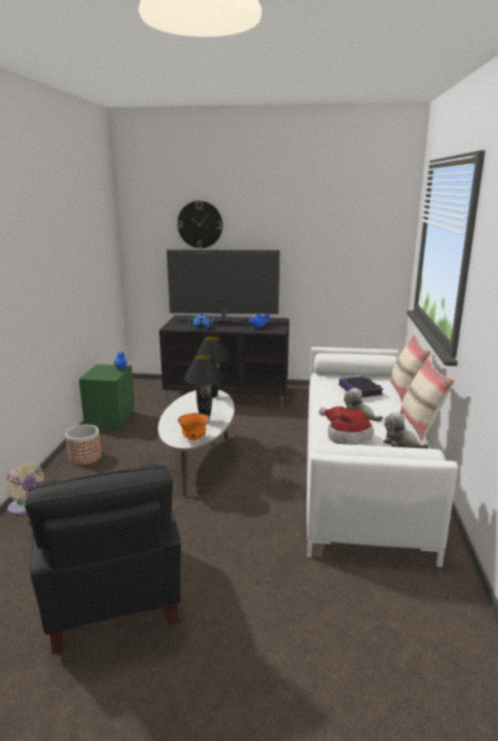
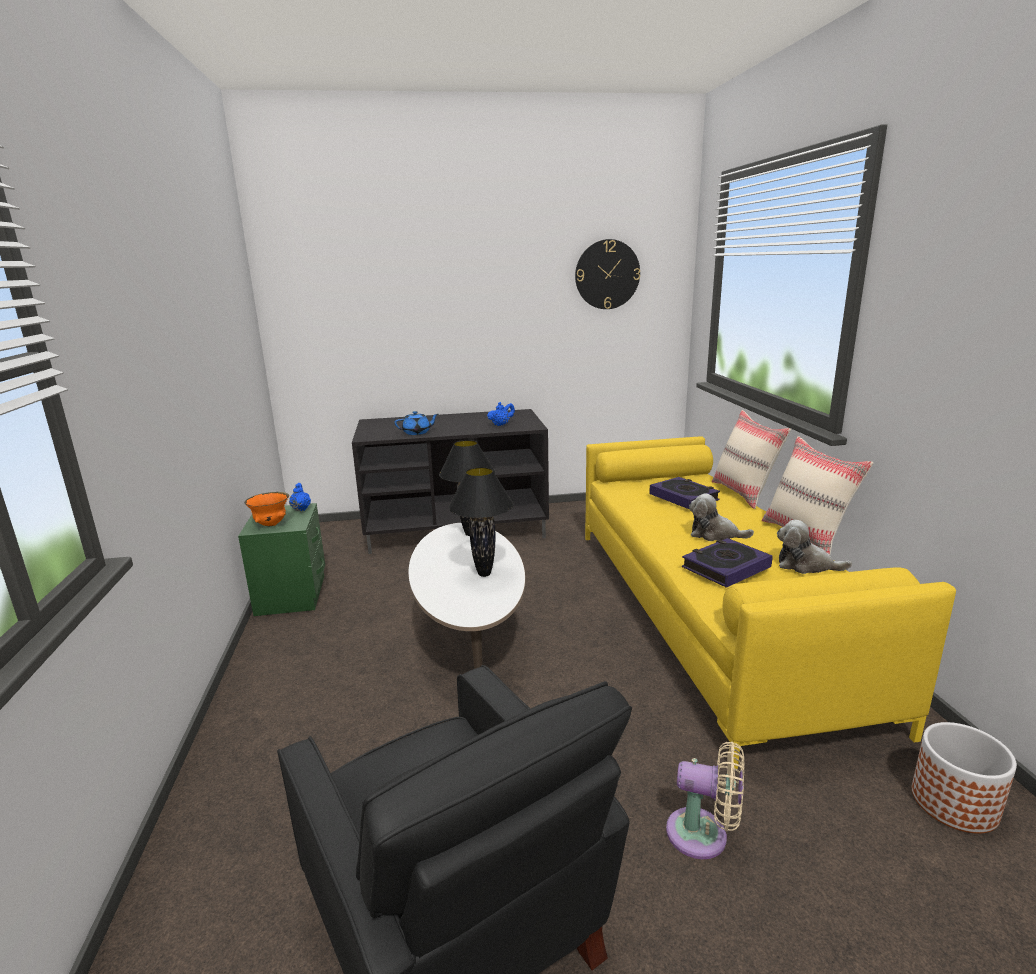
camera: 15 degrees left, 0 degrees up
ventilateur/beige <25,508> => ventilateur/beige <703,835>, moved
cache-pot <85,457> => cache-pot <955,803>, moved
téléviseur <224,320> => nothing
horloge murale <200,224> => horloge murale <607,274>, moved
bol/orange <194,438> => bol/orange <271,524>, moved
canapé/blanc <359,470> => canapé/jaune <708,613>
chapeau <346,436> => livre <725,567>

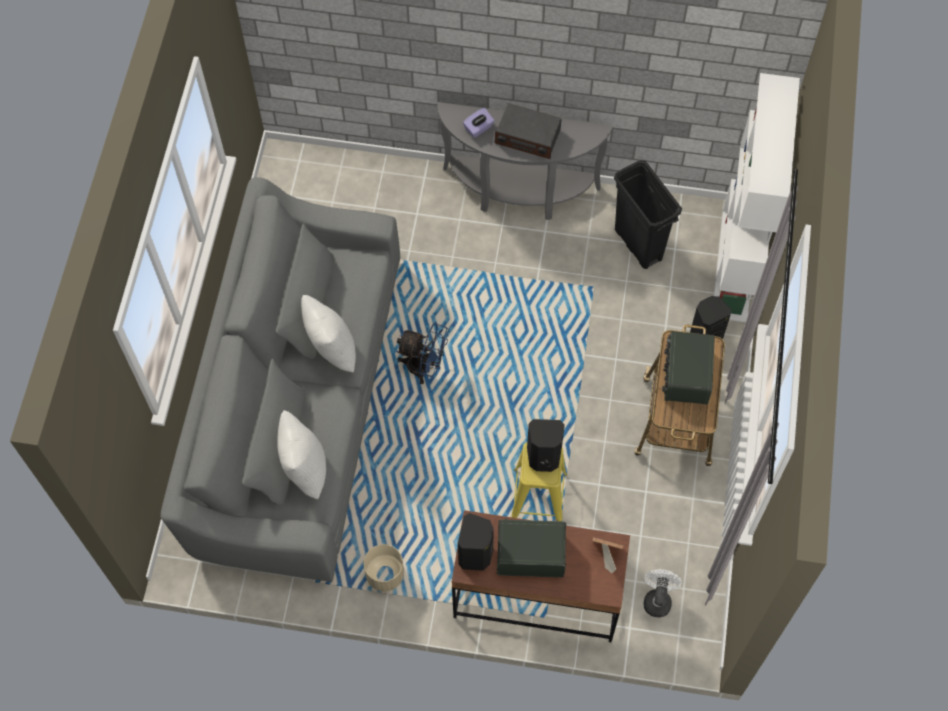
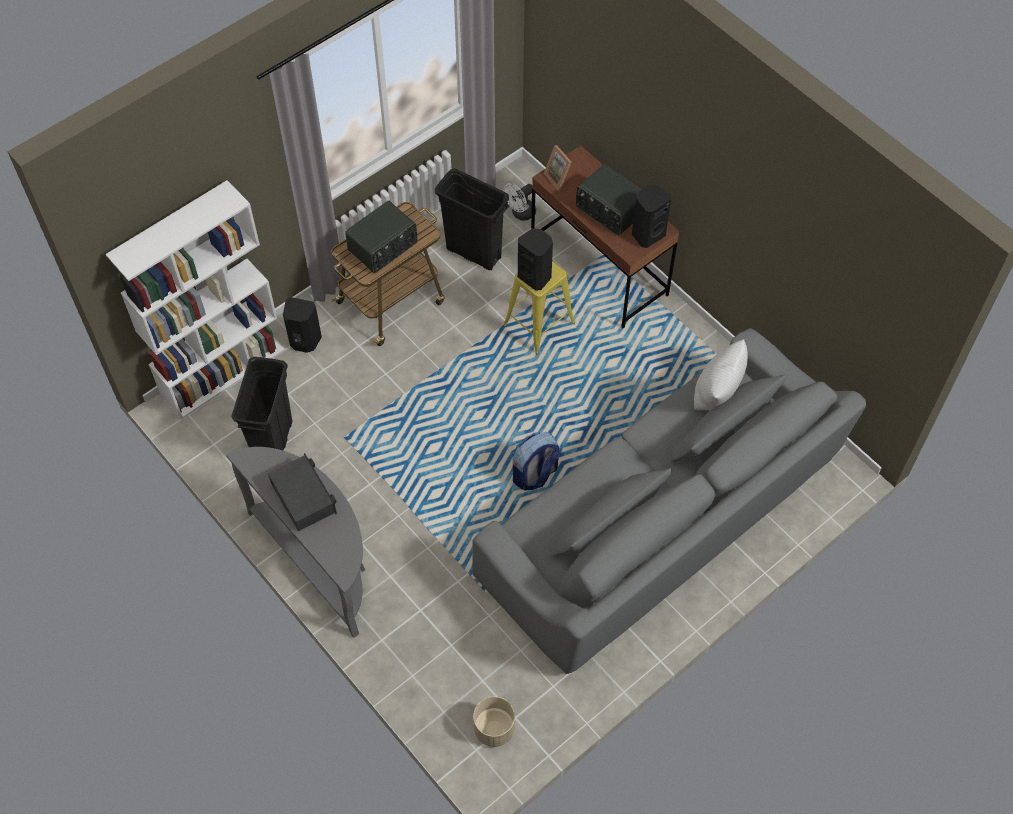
camera: 140 degrees left, 5 degrees down
coussin/blanc <331,350> => nothing
cache-pot/beige <385,574> => cache-pot/beige <494,729>, moved
ventilateur/bleu <424,367> => sac à dos <534,474>
boîte à mouchoirs/violet <478,128> => nothing
nothing => poubelle/noir <474,253>

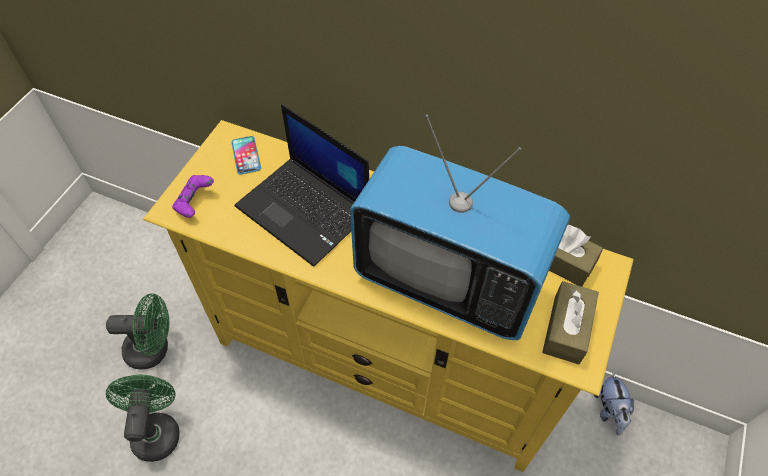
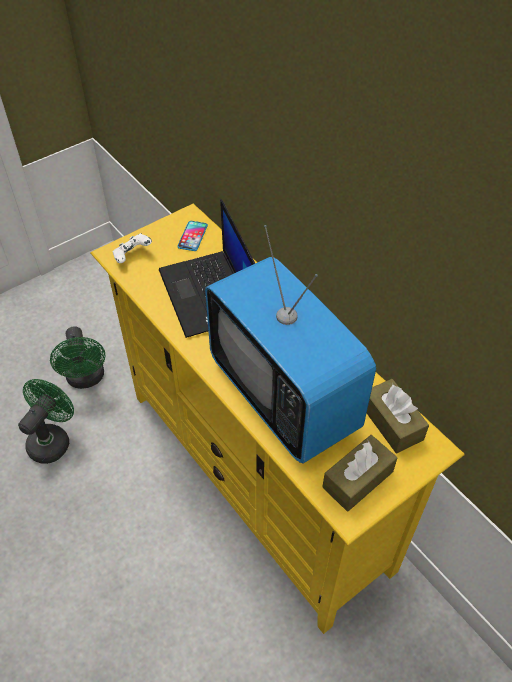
camera: 30 degrees right, 5 degrees down
ventilateur/vert <154,349> => ventilateur/vert <86,379>, 45 degrees clockwise
manette/violet <195,203> => manette/blanc <132,256>
peluche <609,410> => nothing

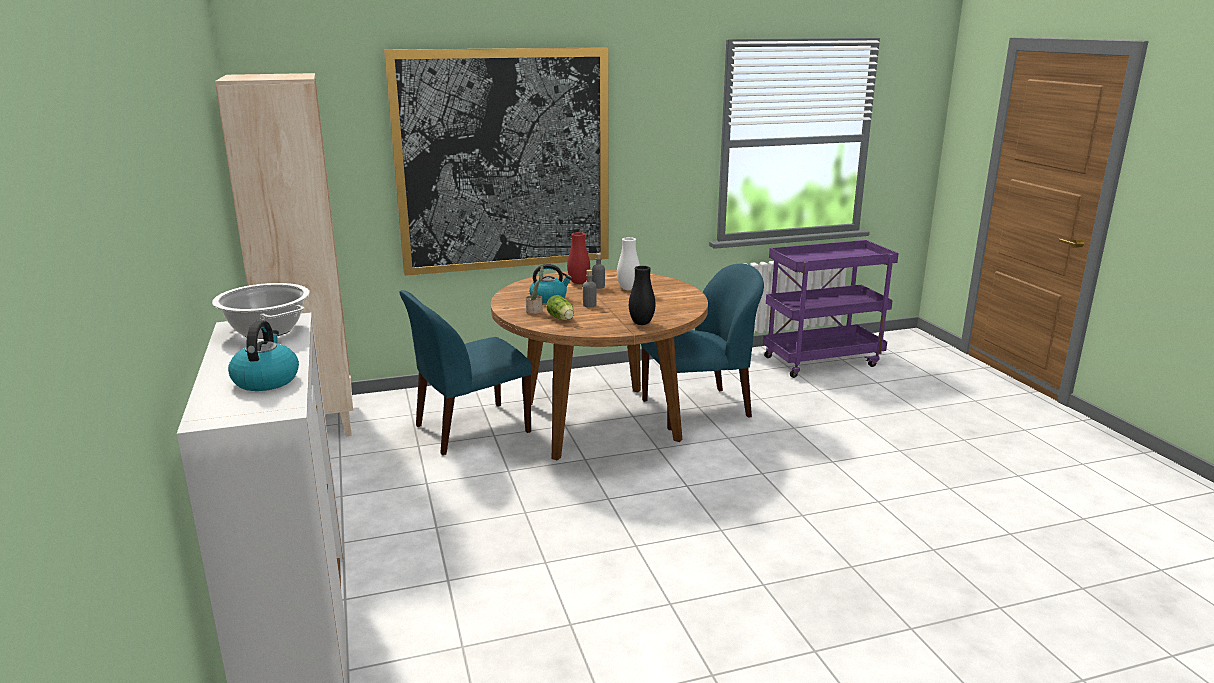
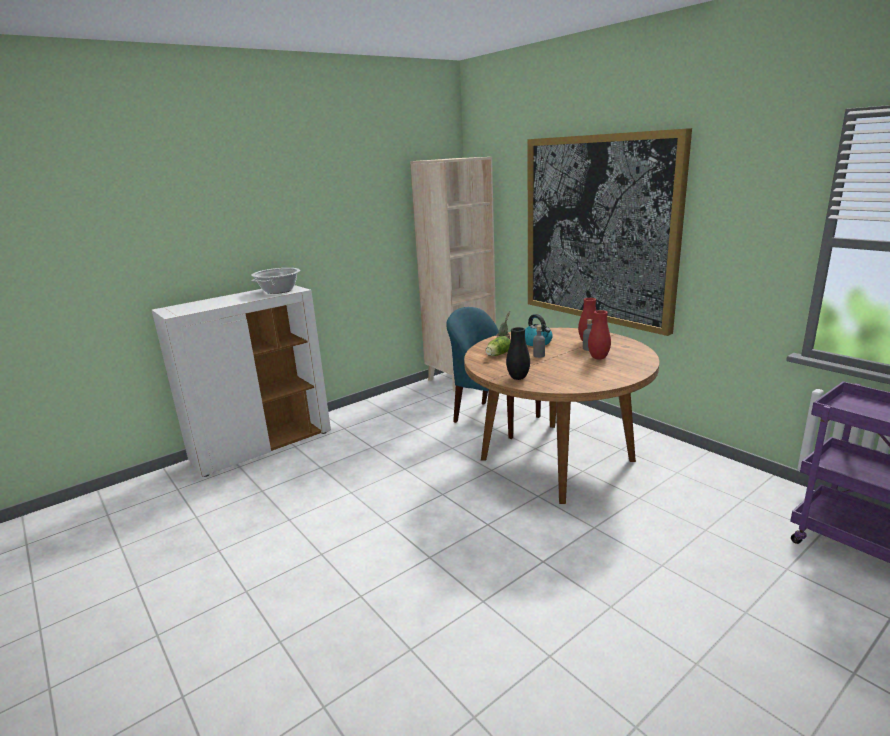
camera: 70 degrees right, 0 degrees up
bouilloire <266,380> => nothing
vase/blanc <628,289> => vase/rouge <598,358>
chaise/bleu <698,408> => nothing

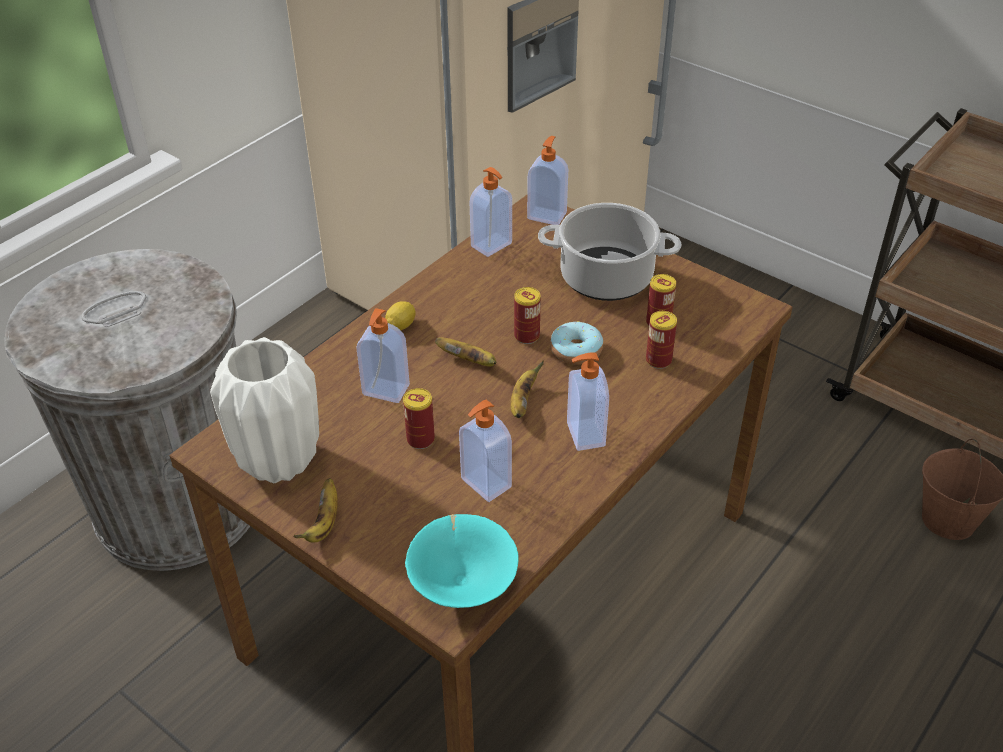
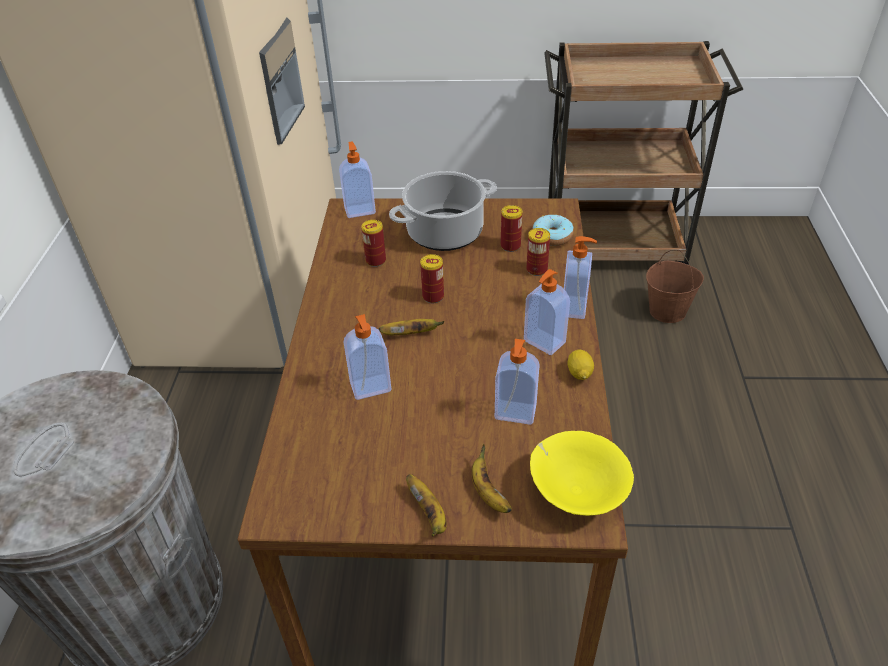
camera: 35 degrees left, 0 degrees up
vase/blanc <278,462> => nothing
citron <401,325> => citron <579,373>, moved
boîte métallique <420,439> => boîte métallique <375,260>, moved
bol/turquoise <463,582> => bol/jaune <575,491>
distributeur de savon <492,245> => distributeur de savon <575,307>, moved
banane <522,402> => banane <488,493>, moved
beignet <576,351> => beignet <552,237>, moved

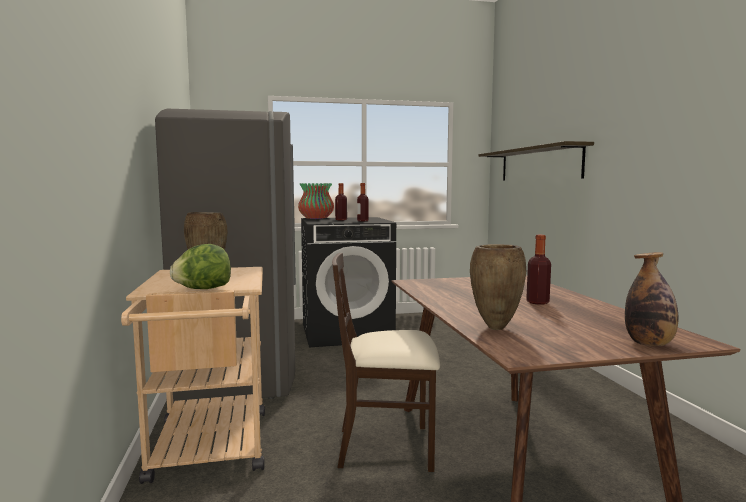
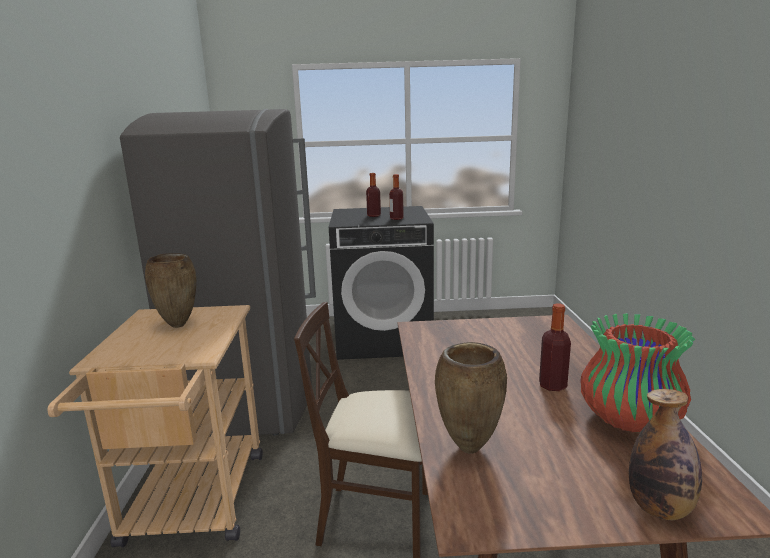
camera: 10 degrees right, 10 degrees up
laitue <203,289> => nothing
vase <316,218> => vase <629,419>, moved
étagère <538,164> => nothing

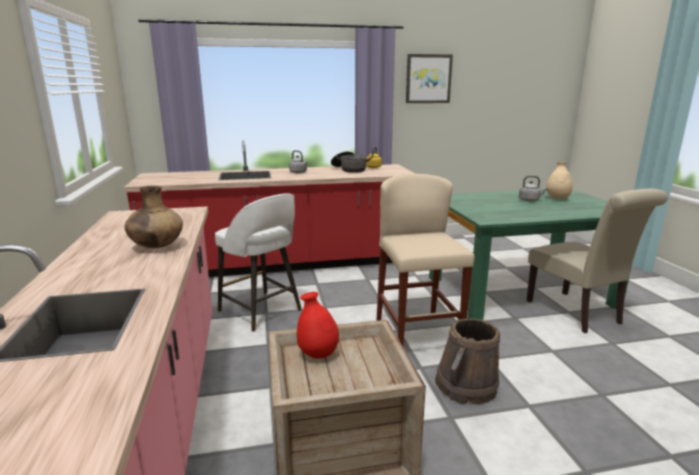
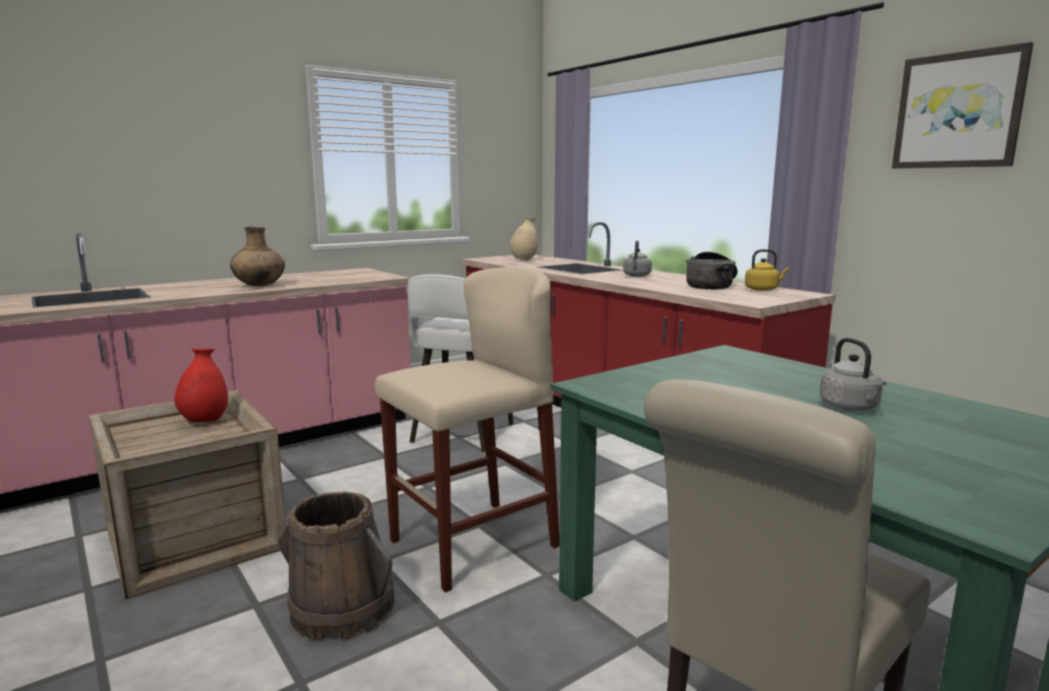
camera: 65 degrees right, 5 degrees down
vase/beige <557,199> => vase/beige <524,260>, moved

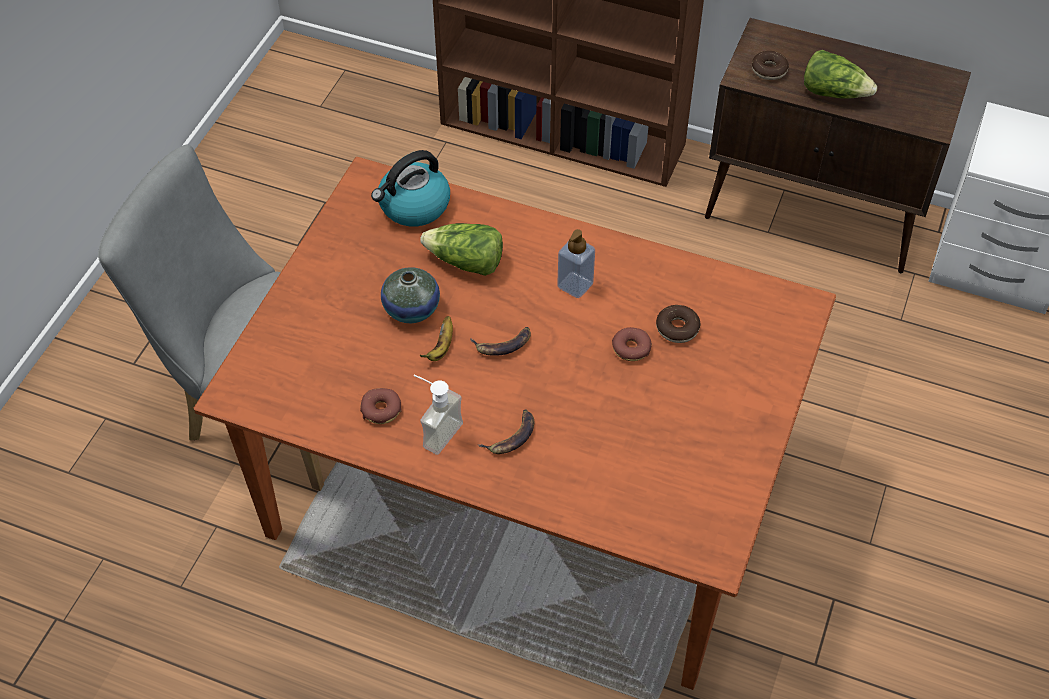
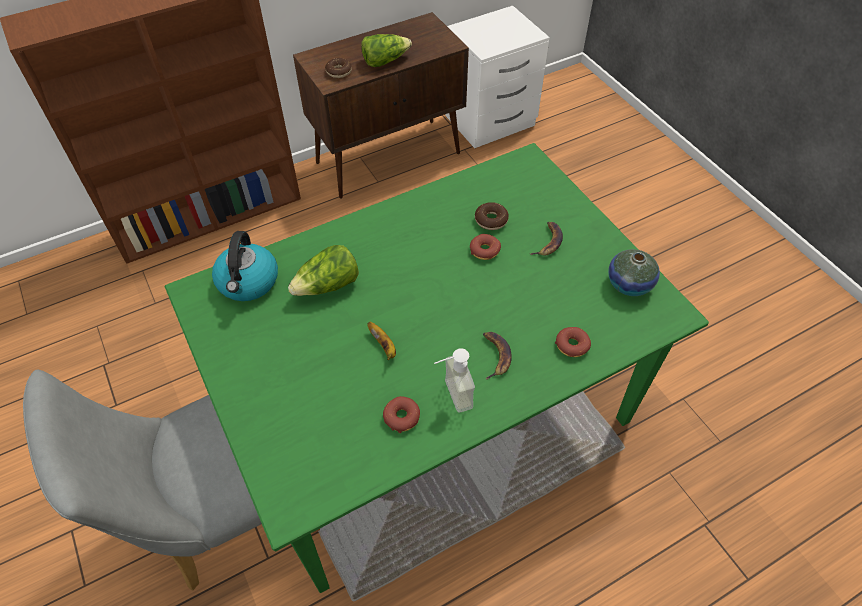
camera: 50 degrees left, 0 degrees up
table à manger/marron <526,493> => table à manger/vert <432,411>
vase <411,309> => vase <629,284>, moved
banane <503,344> => banane <548,241>, moved
distributeur de savon <575,285> => nothing
nothing => beignet <572,345>

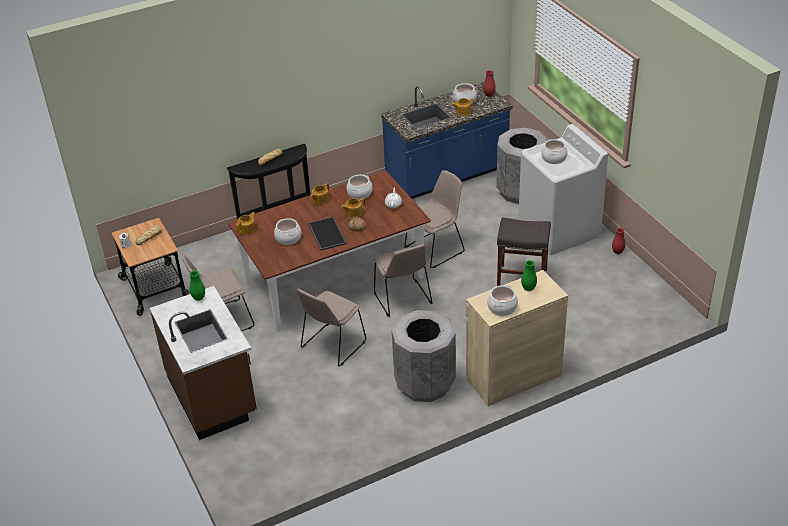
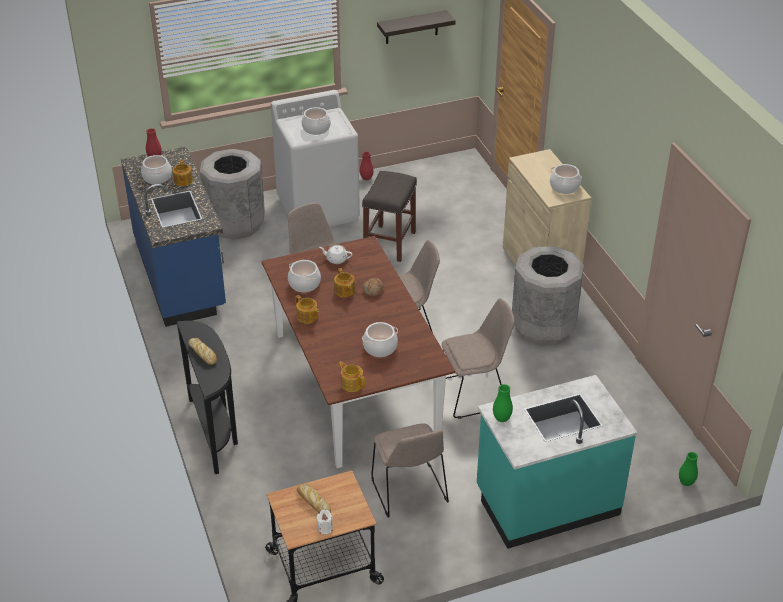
camera: 85 degrees left, 0 degrees up
comptoir de cuisine/marron <213,395> => comptoir de cuisine/turquoise <546,502>
chaise/beige <332,346> => chaise/beige <474,393>, 60 degrees counterclockwise
plateau <326,233> => nothing
vase/vert <528,289> => vase/vert <686,483>, moved
nothing => étagère <411,27>

